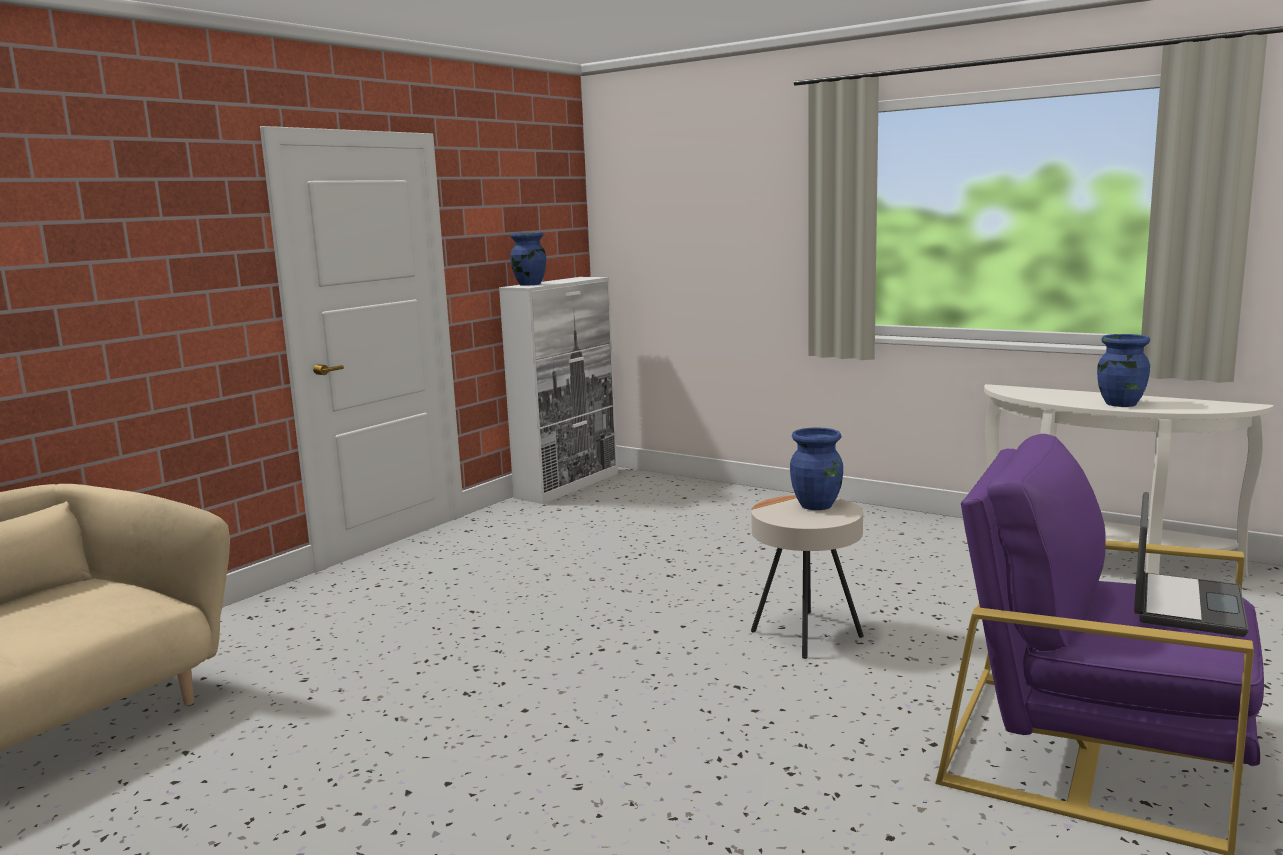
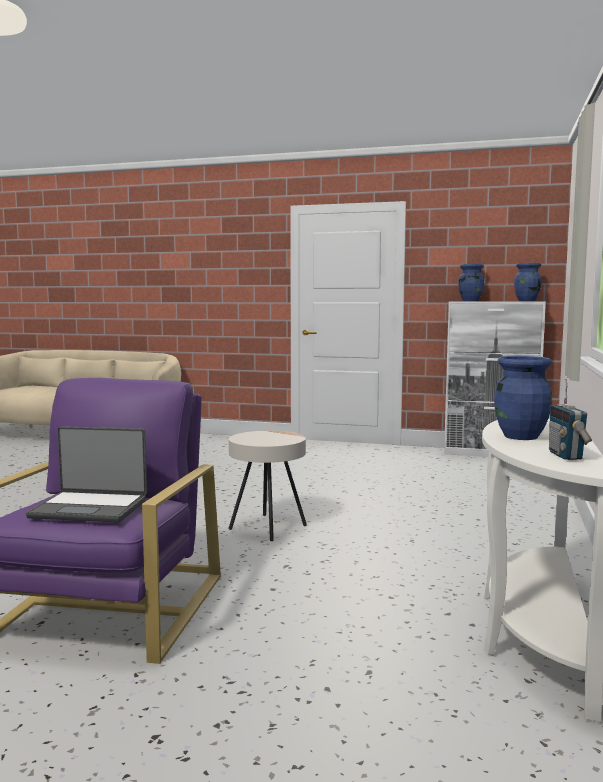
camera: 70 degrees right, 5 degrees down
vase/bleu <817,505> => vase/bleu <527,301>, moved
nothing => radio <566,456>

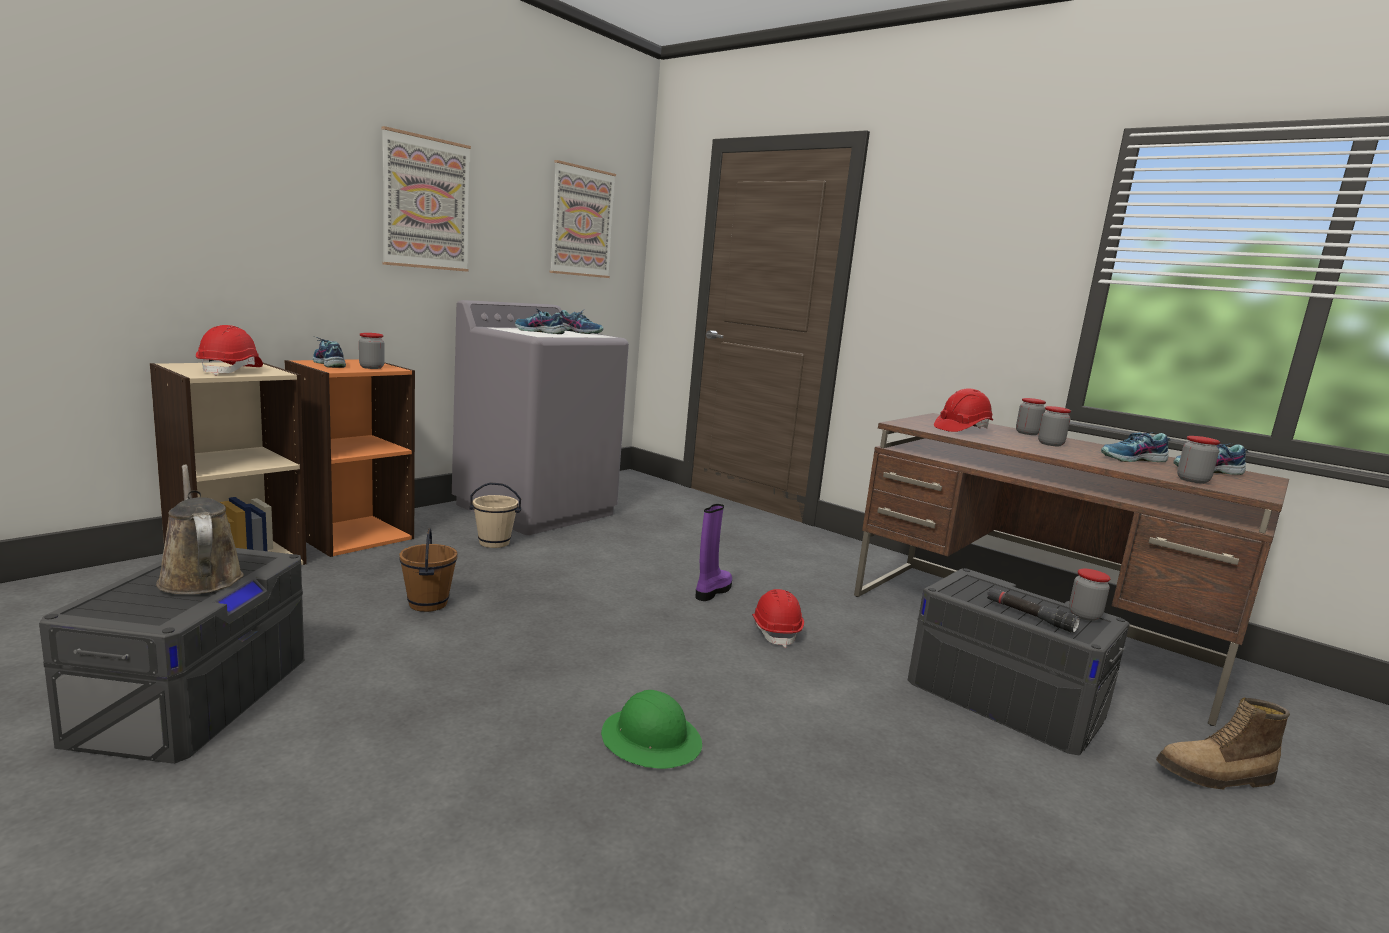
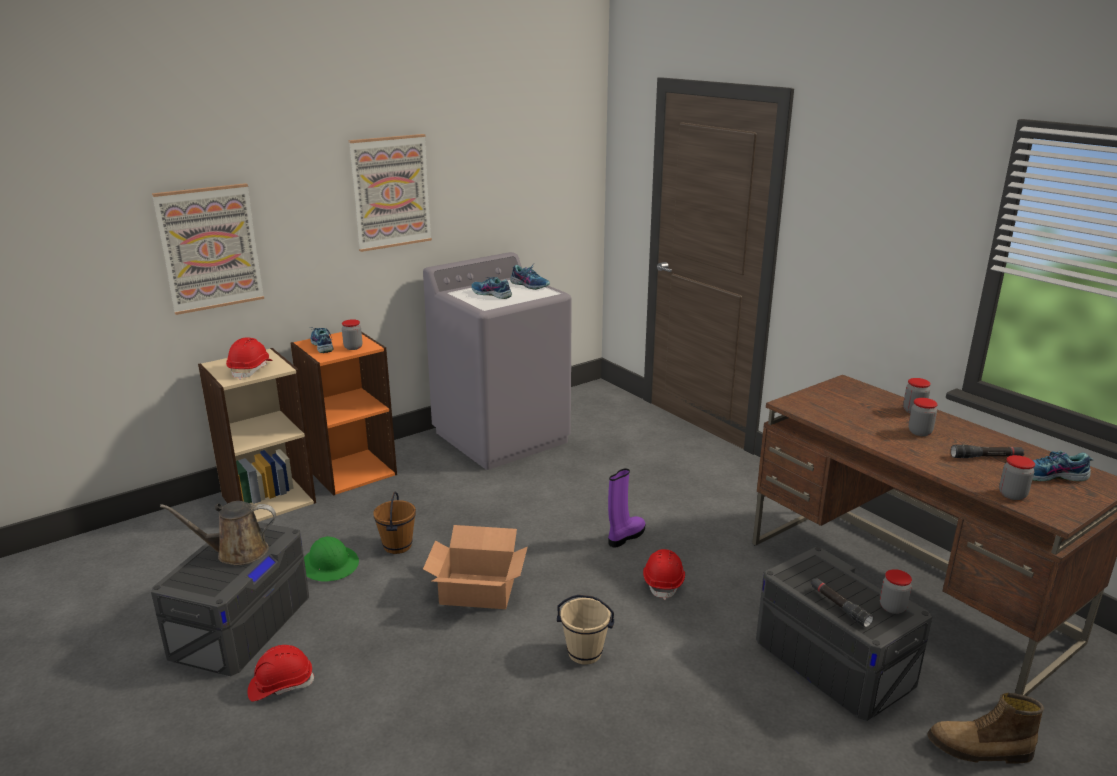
camera: 15 degrees right, 10 degrees up
arrosoir/marron <199,577> => arrosoir/marron <237,552>, 75 degrees counterclockwise
seau/beige <494,542> => seau/beige <585,653>, moved
tableau <581,222> => tableau <210,248>, moved
casque de chantier/vert <651,740> => casque de chantier/vert <330,565>, moved
casque de chantier/rouge <961,429> => casque de chantier/rouge <281,685>, moved
chaussure <1133,459> => lampe de poche/noir <986,457>
nothing => carton <477,590>

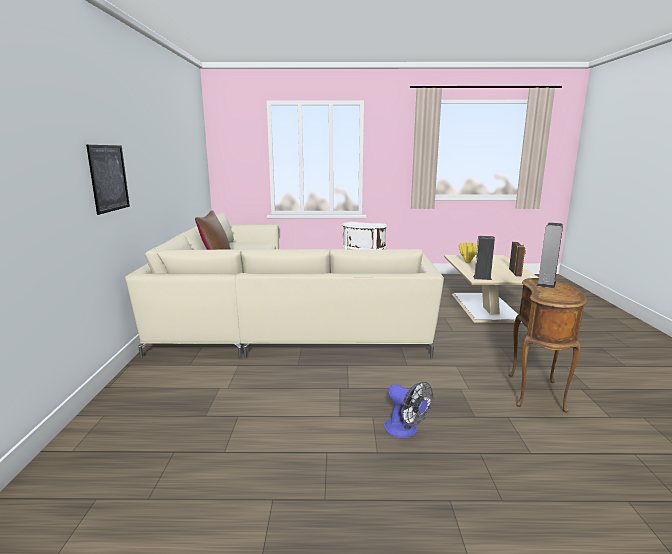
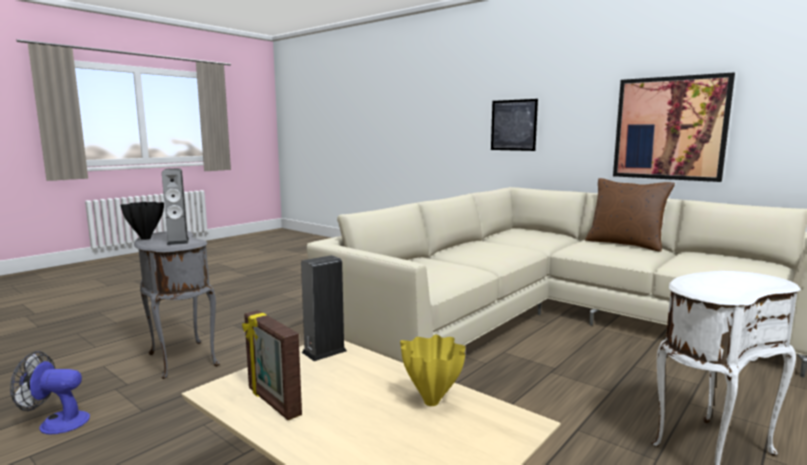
camera: 130 degrees right, 5 degrees down
ventilateur <405,430> => ventilateur <56,422>, moved
table d'appoint/marron <538,393> => table d'appoint/gris <180,360>
nothing => vase/noir <146,238>
nothing => tableau <669,128>

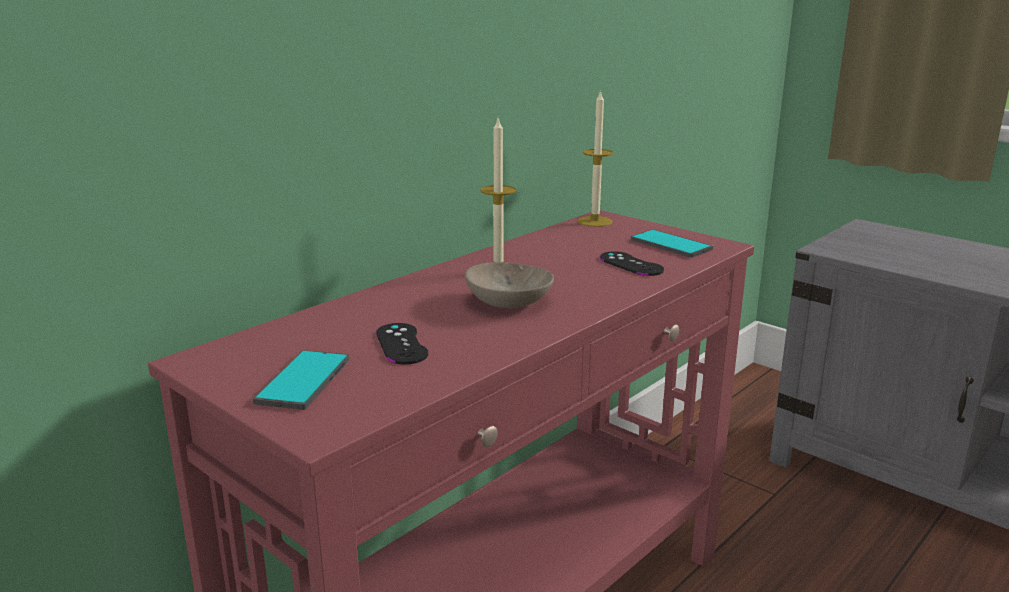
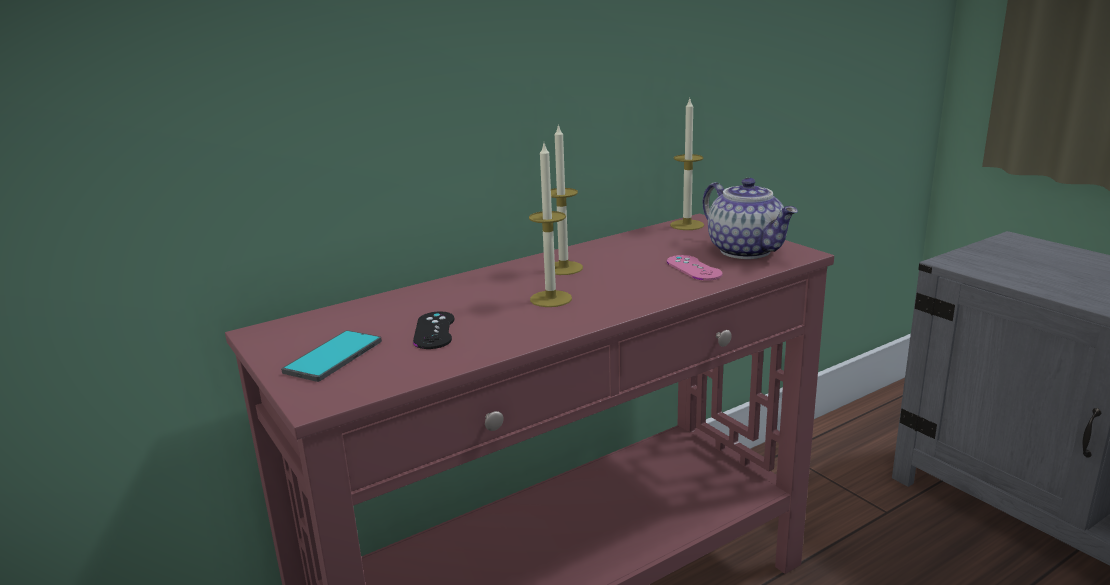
camera: 15 degrees right, 0 degrees up
bol/beige <506,303> => bougie <551,299>
manette/noir <631,264> => manette/rose <693,268>
téléphone <671,245> => théière <747,251>

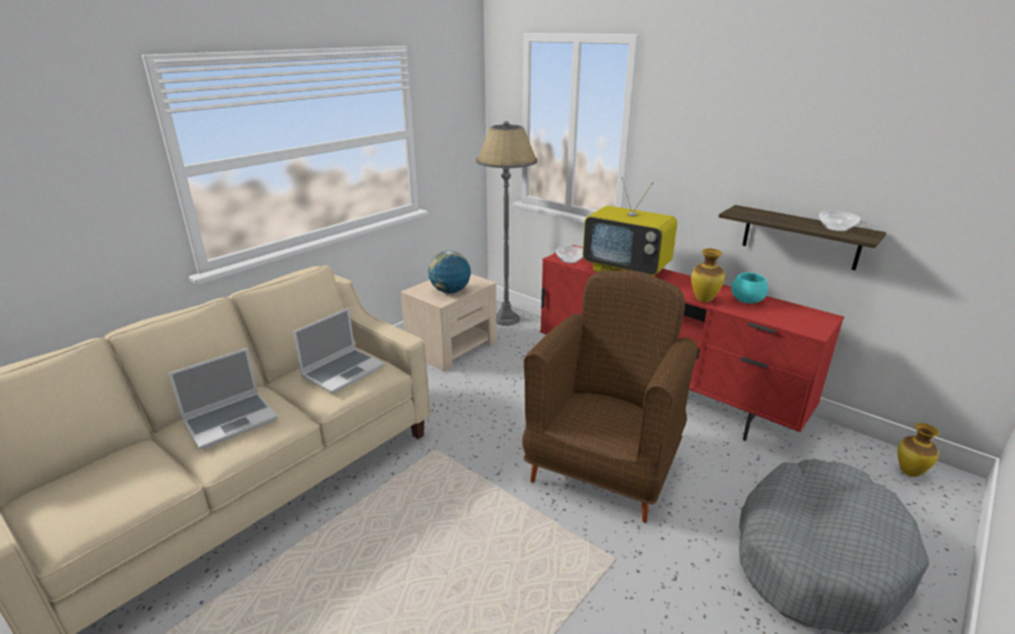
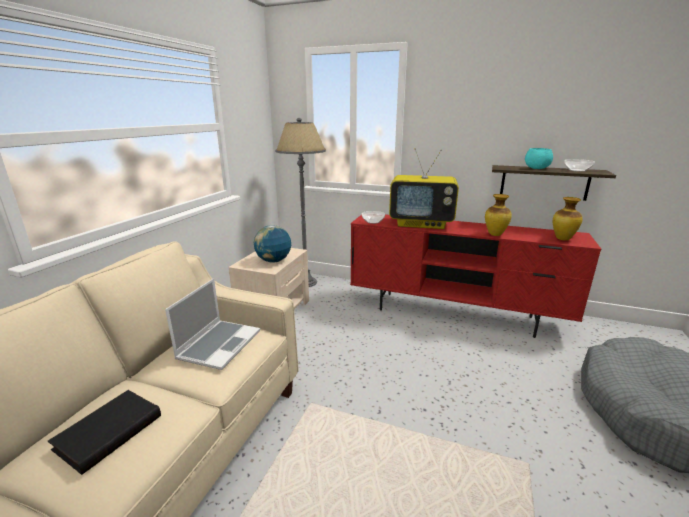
camera: 20 degrees left, 5 degrees down
ordinateur portable <231,420> => livre/noir <108,431>
fauteuil/marron <604,467> => nothing
bol/turquoise <747,301> => bol/turquoise <537,168>, moved
vase <908,472> => vase <562,239>, moved

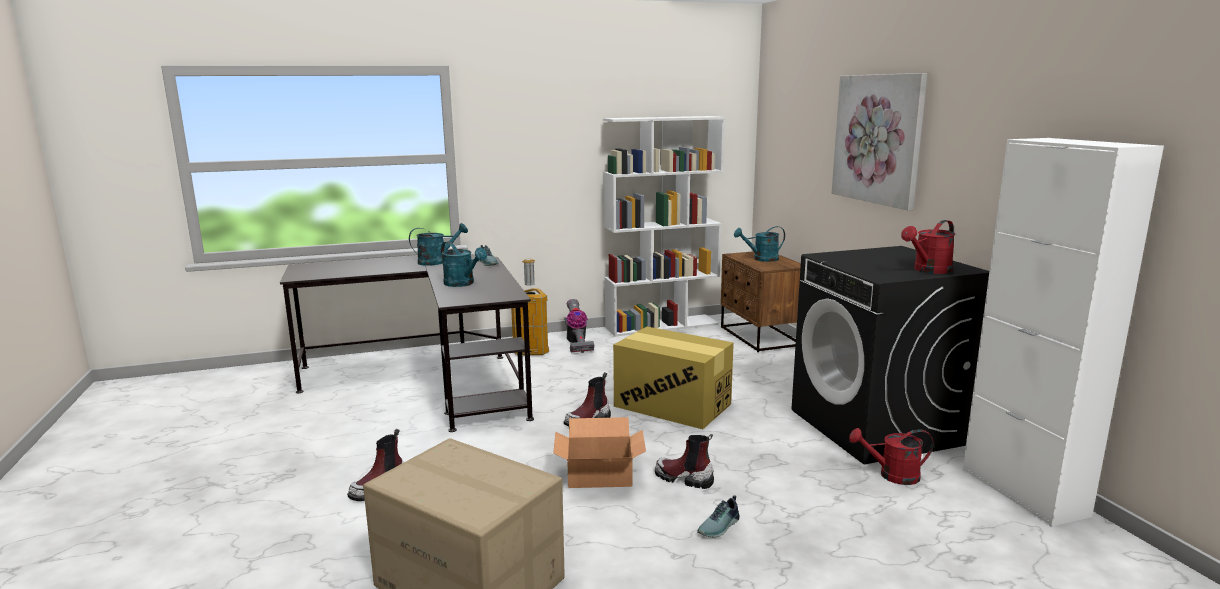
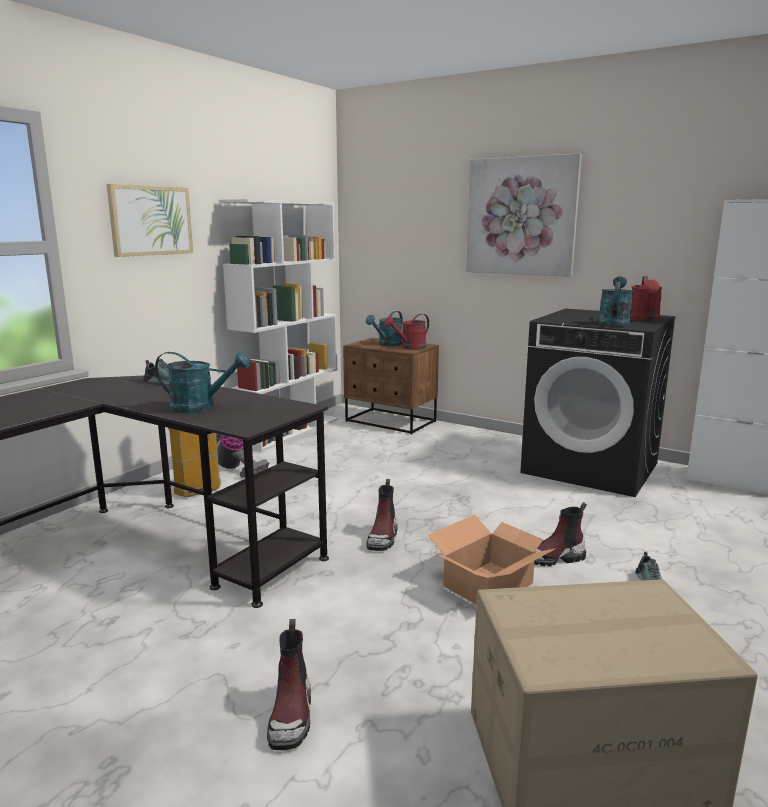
camera: 40 degrees left, 0 degrees up
arrosoir/turquoise <437,261> => arrosoir/turquoise <613,323>, moved
carton <672,405> => nothing
arrosoir/rouge <892,475> => arrosoir/rouge <410,348>, moved
nothing => tableau <151,220>

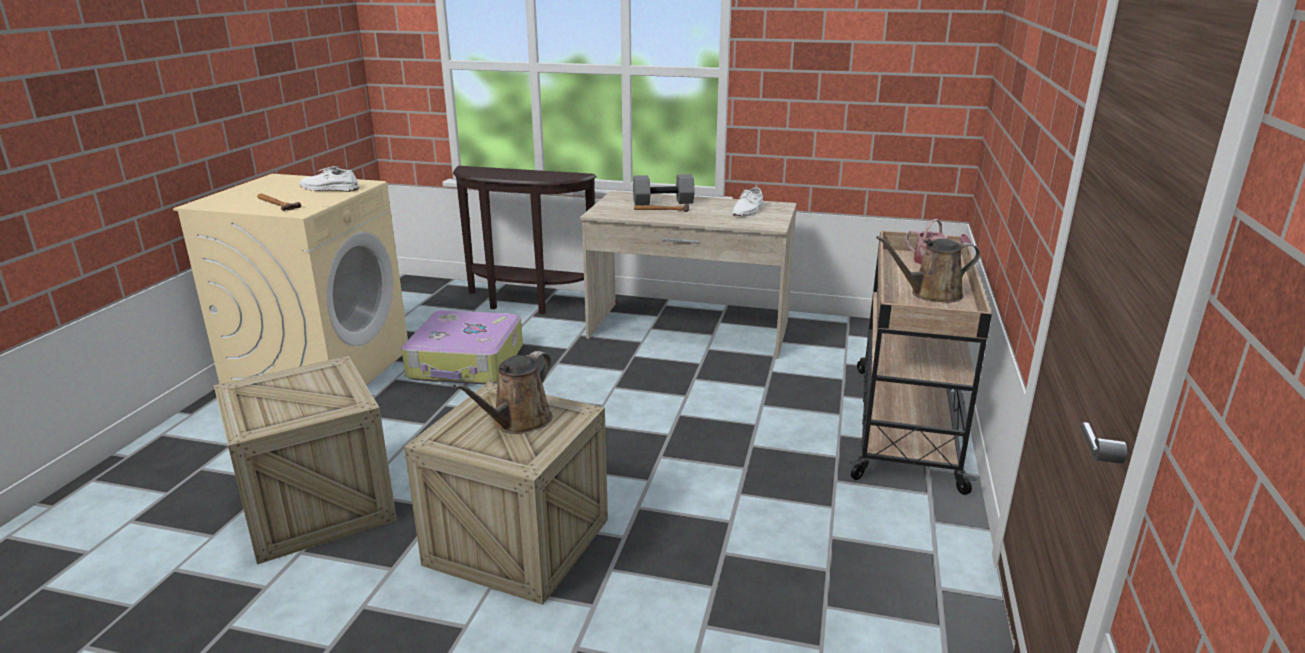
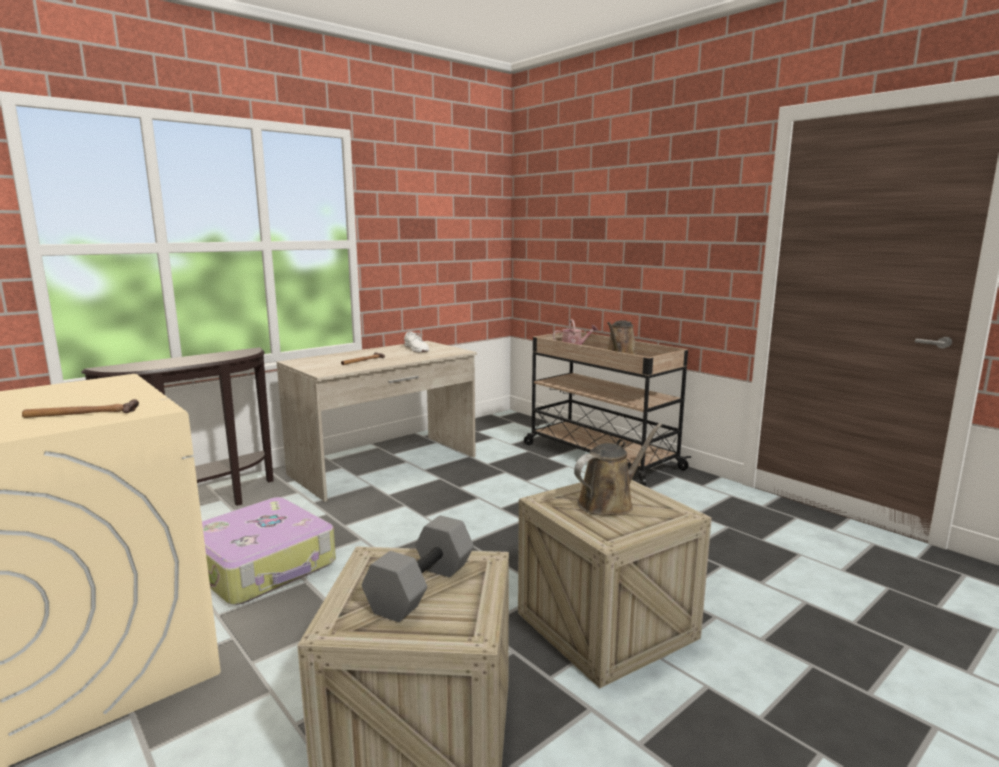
camera: 55 degrees left, 10 degrees down
chaussure/blanc <329,188> => nothing
arrosoir/marron <518,422> => arrosoir/marron <609,502>, 105 degrees counterclockwise
haltère/gris <663,202> => haltère/gris <420,587>, moved

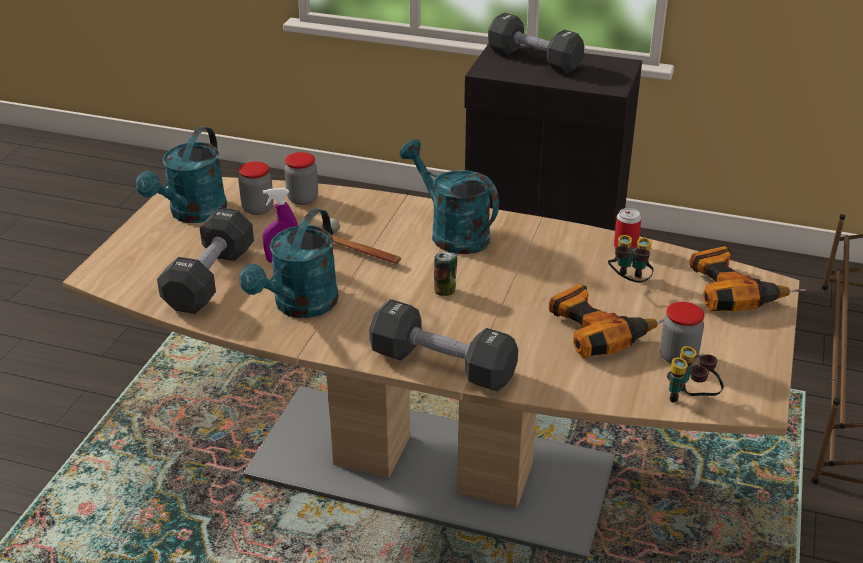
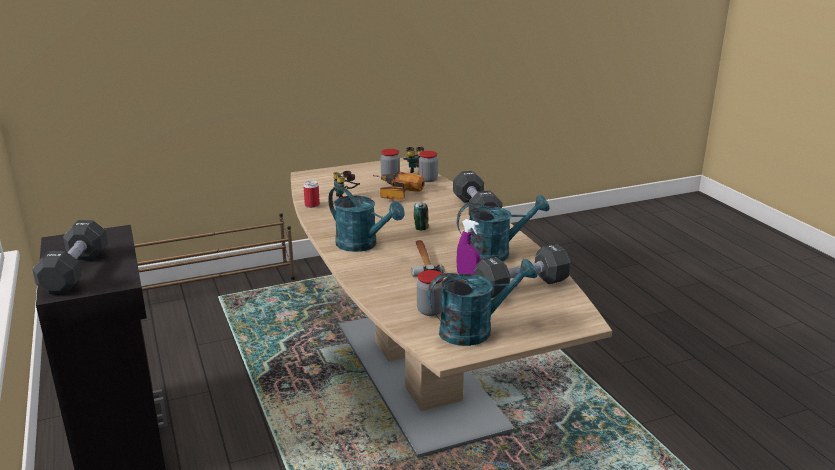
camera: 130 degrees left, 10 degrees down
bocal <302,199> => bocal <428,179>, moved
arrosoir/turquoise <451,233> => arrosoir/turquoise <363,245>, 60 degrees counterclockwise
perceuse <735,289> => nothing

